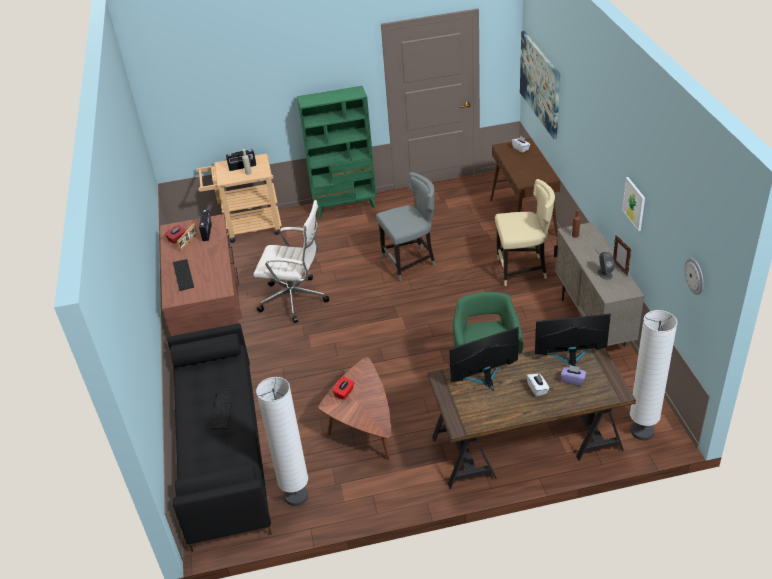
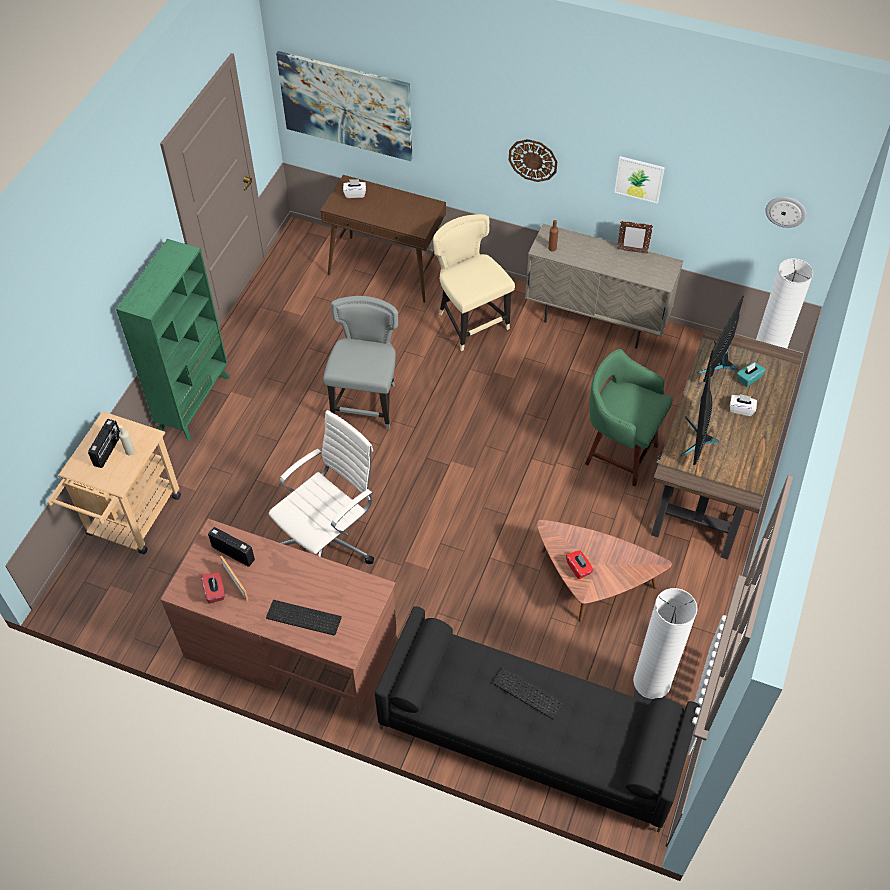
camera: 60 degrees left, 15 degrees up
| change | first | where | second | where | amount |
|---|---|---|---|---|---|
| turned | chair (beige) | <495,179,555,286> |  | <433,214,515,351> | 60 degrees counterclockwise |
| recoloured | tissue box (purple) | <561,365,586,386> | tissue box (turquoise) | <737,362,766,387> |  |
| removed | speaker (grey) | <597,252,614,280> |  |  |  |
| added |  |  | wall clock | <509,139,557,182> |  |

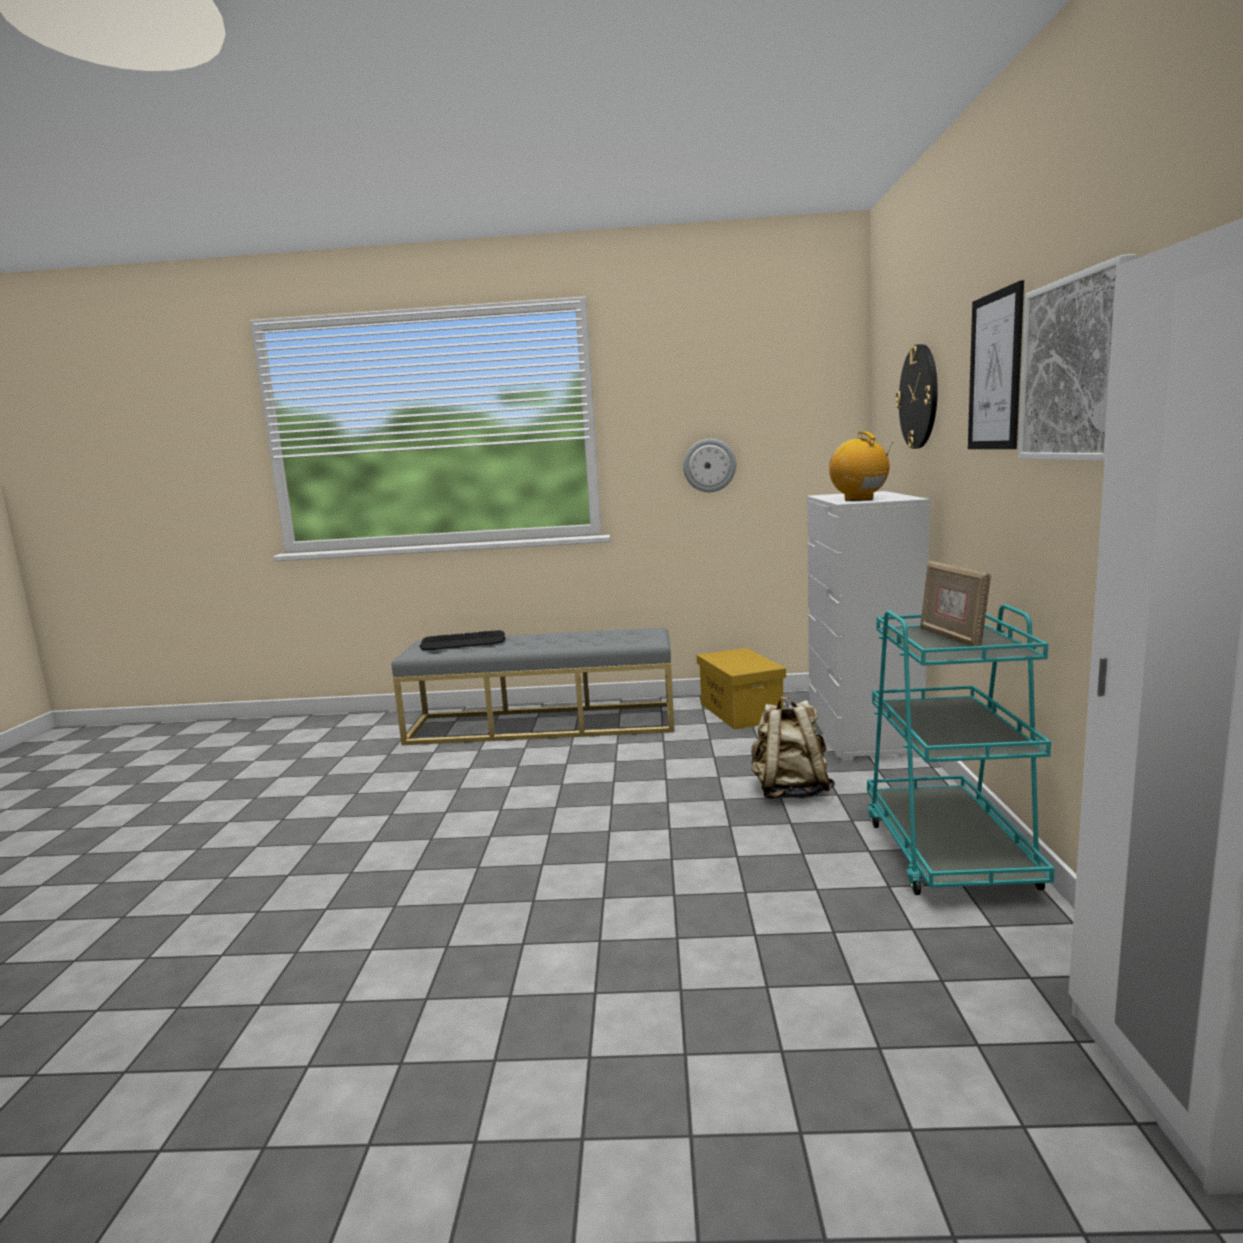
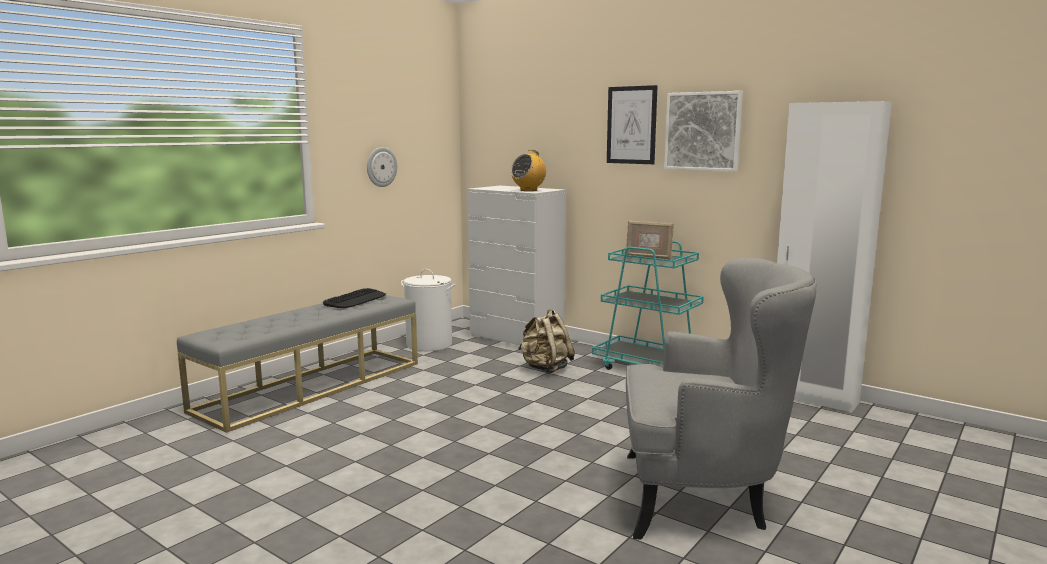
camera: 55 degrees left, 0 degrees up
| change | first | where | second | where | amount |
|---|---|---|---|---|---|
| moved | keyboard | <419,630,506,650> |  | <323,288,386,308> |  |
| replaced | storage box (yellow) | <697,648,786,729> | laundry basket (white) | <401,269,455,351> |  |
| turned | radio | <829,431,893,501> |  | <511,150,546,191> | 60 degrees counterclockwise |
| removed | wall clock | <896,344,938,449> |  |  |  |
| added |  |  | armchair (grey) | <626,258,817,540> |  |

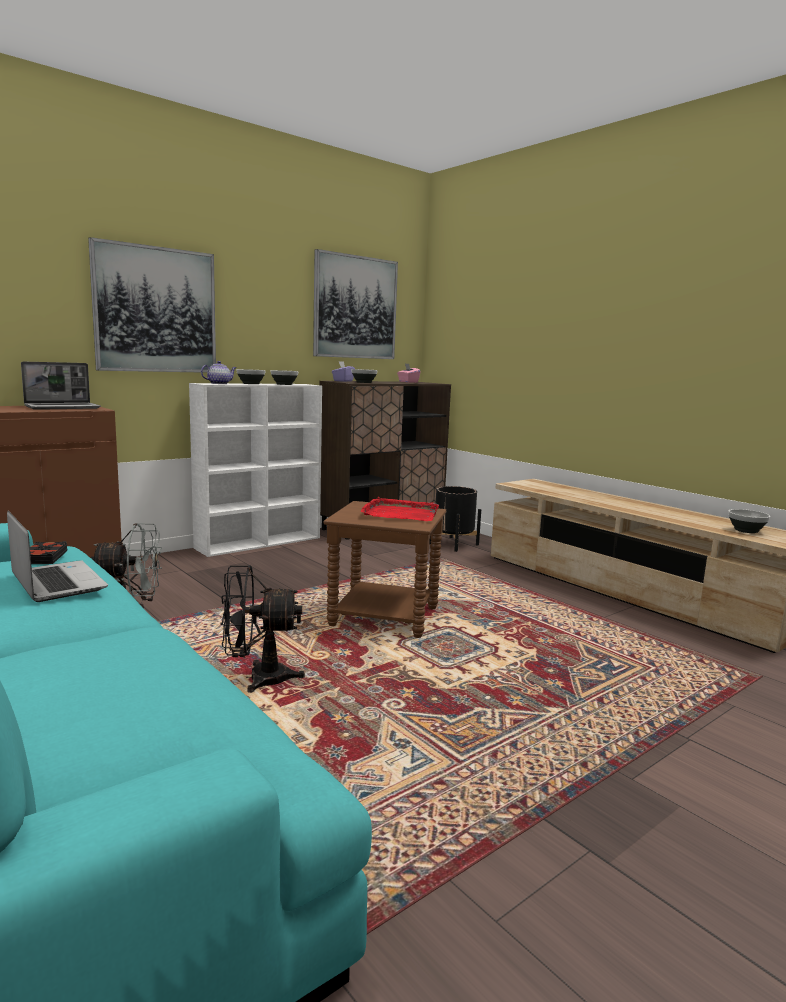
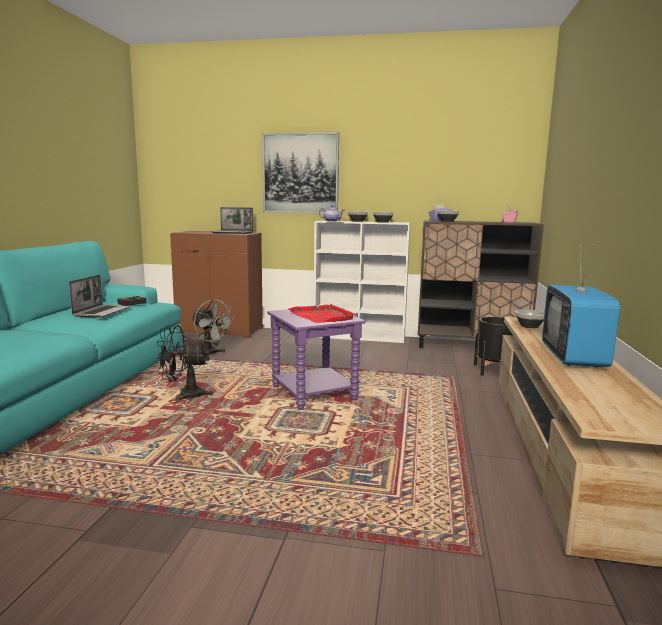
camera: 50 degrees right, 0 degrees up
| change | first | where | second | where | amount |
|---|---|---|---|---|---|
| turned | fan (black) | <220,565,305,693> |  | <156,325,213,402> | 45 degrees counterclockwise |
| removed | picture | <313,249,398,359> |  |  |  |
| recoloured | side table (brown) | <324,501,446,638> | side table (purple) | <267,309,366,410> |  |
| moved | bowl | <728,509,770,533> |  | <515,309,545,328> |  |
| added |  |  | television | <542,243,620,368> |  |

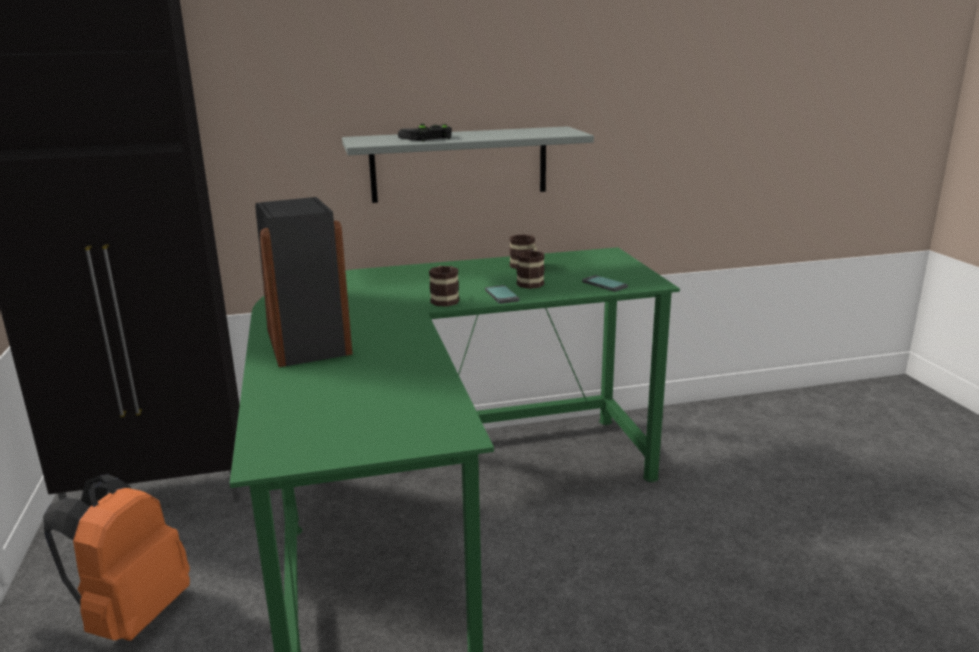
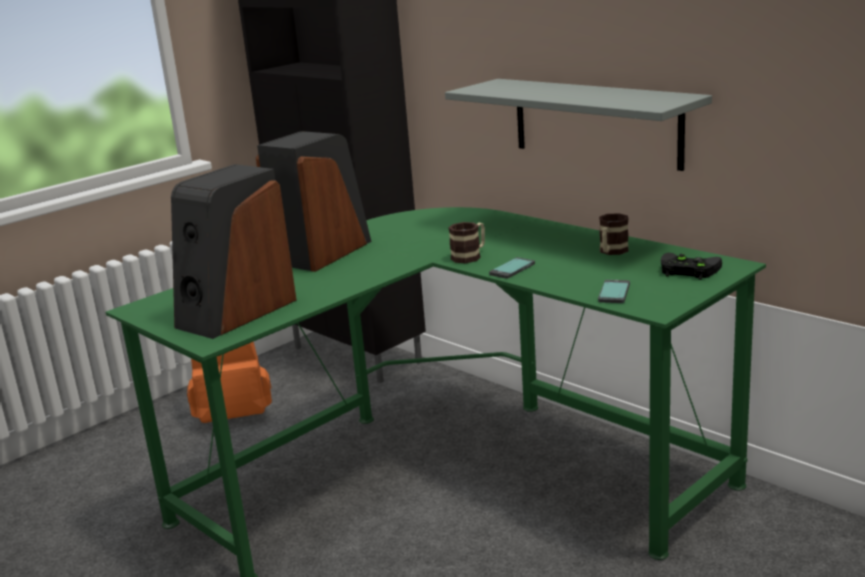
camera: 60 degrees right, 0 degrees up
| change | first | where | second | where | amount |
|---|---|---|---|---|---|
| moved | game controller (black) | <398,124,452,142> |  | <661,253,722,280> |  |
| removed | mug | <516,250,545,289> |  |  |  |
| added |  |  | speaker | <171,164,297,339> |  |

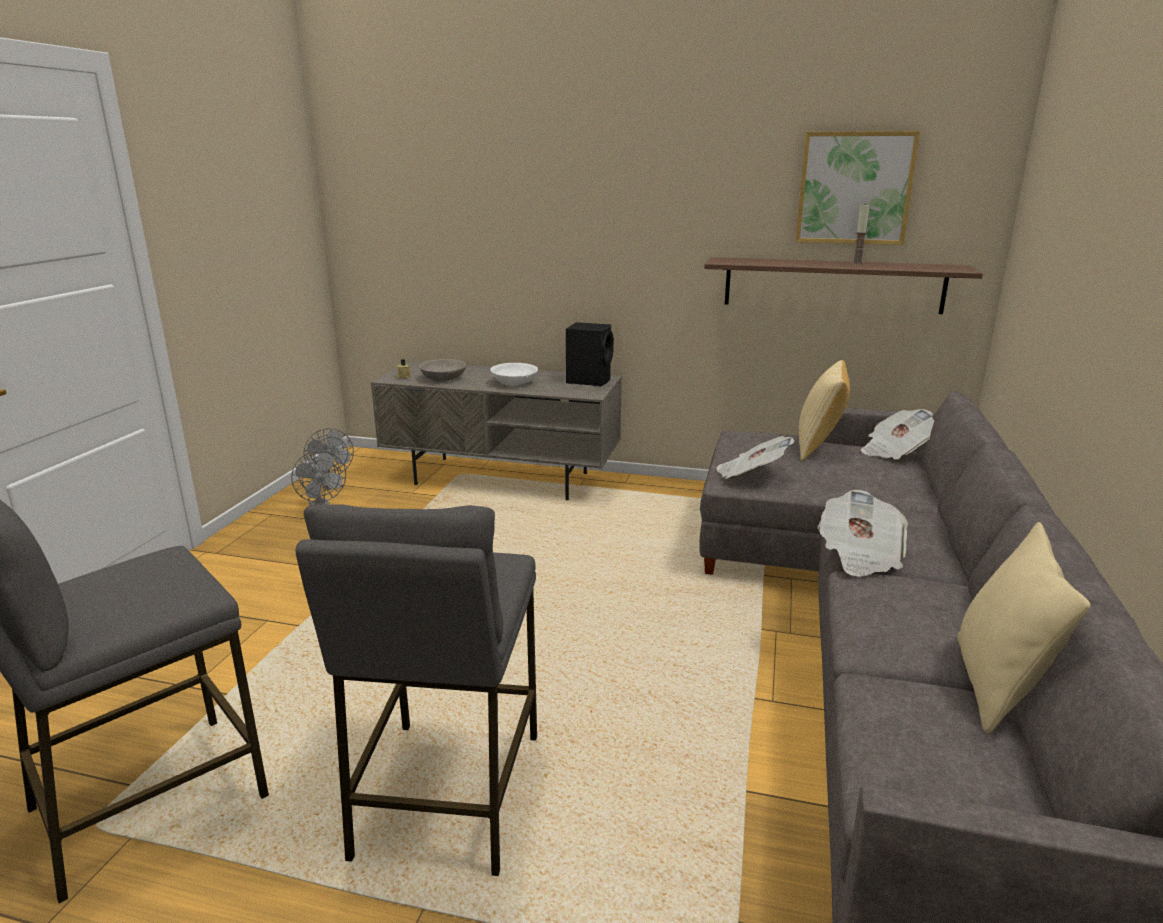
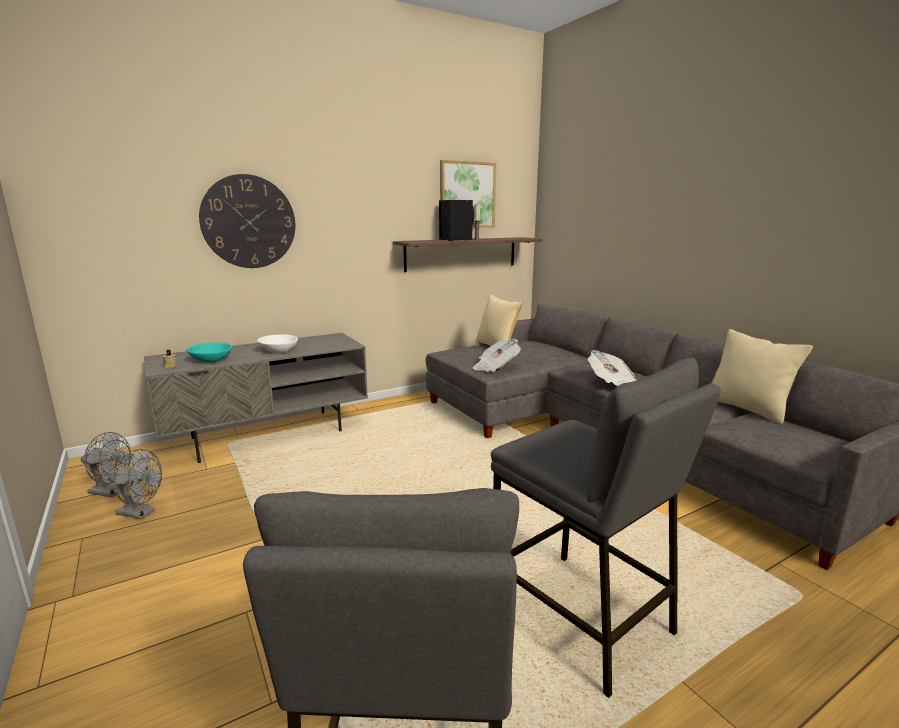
camera: 45 degrees left, 5 degrees down
| change | first | where | second | where | amount |
|---|---|---|---|---|---|
| recoloured | bowl (grey) | <419,359,466,382> | bowl (turquoise) | <186,343,232,363> |  |
| moved | speaker (black) | <566,322,614,386> |  | <439,200,474,241> |  |
| removed | newspaper | <861,409,934,459> |  |  |  |
| added |  |  | wall clock | <199,174,295,268> |  |

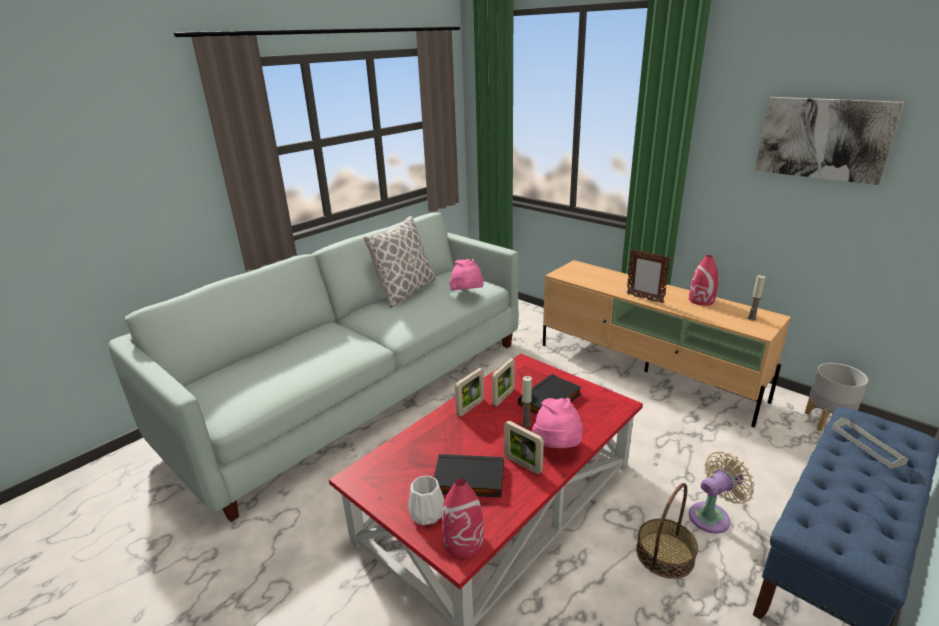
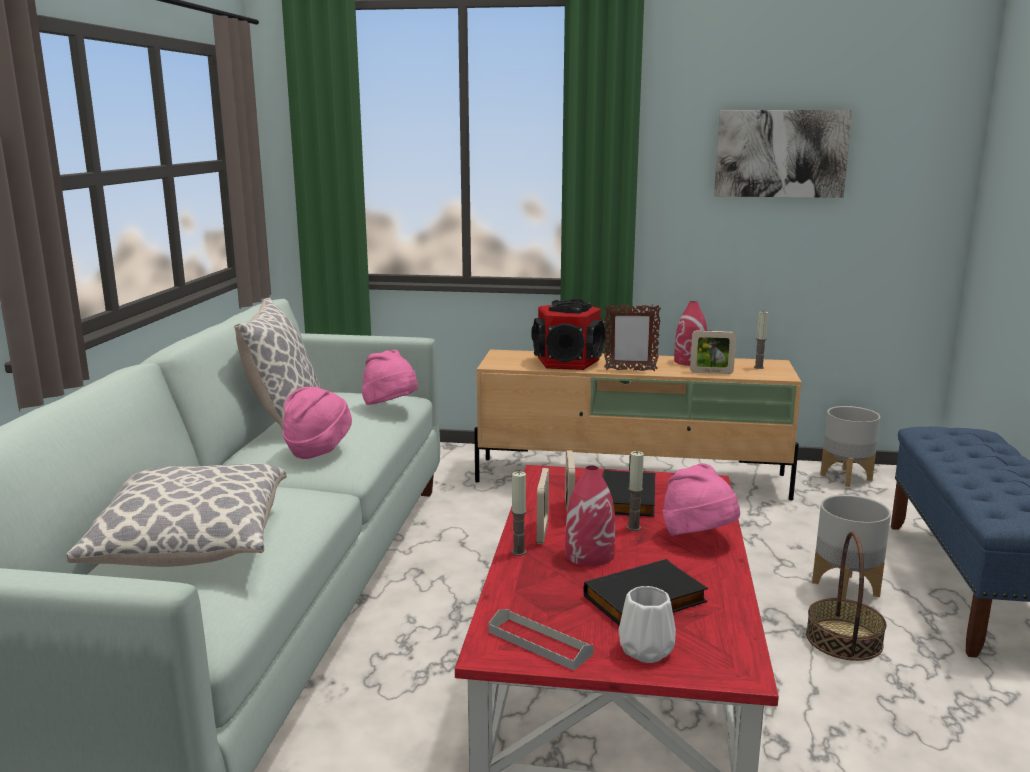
camera: 35 degrees left, 10 degrees down
| change | first | where | second | where | amount |
|---|---|---|---|---|---|
| moved | vase (red) | <442,479,484,558> |  | <565,465,615,566> |  |
| moved | picture frame | <504,421,544,474> |  | <690,330,736,374> |  |
| replaced | fan (beige) | <689,451,754,534> | planter (grey) | <812,495,891,599> |  |
| moved | tray (grey) | <832,418,909,469> |  | <489,609,594,670> |  |
| added |  |  | pillow | <66,463,287,567> |  |
| added |  |  | hat (pink) | <283,387,352,459> |  |
| added |  |  | candle | <511,471,527,556> |  |
| added |  |  | speaker | <531,299,606,370> |  |

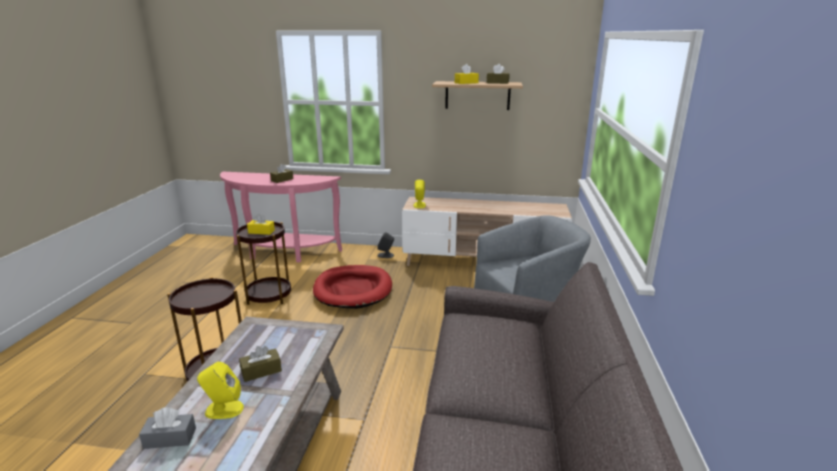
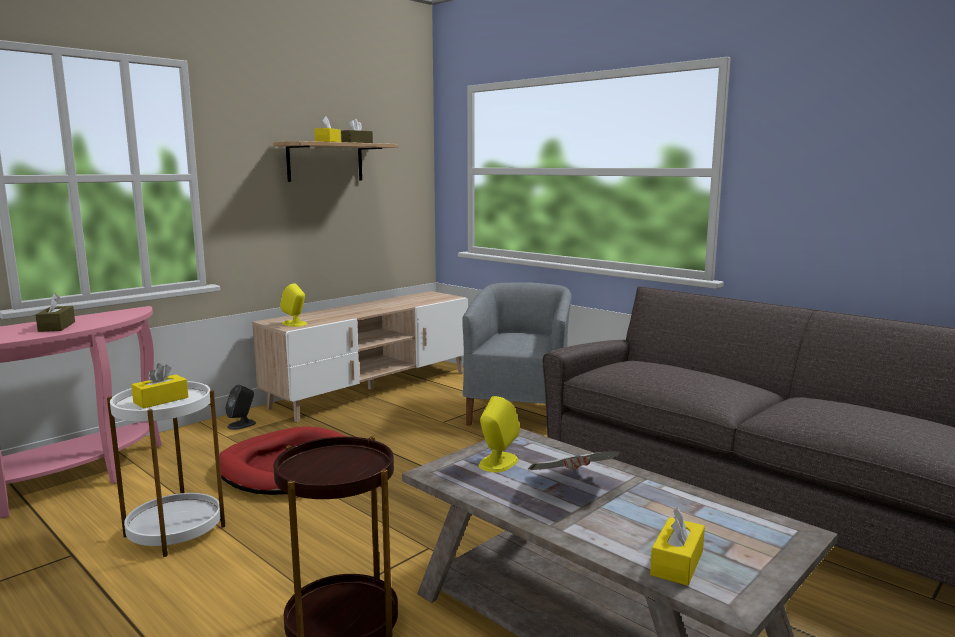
camera: 55 degrees left, 10 degrees down
| change | first | where | second | where | amount |
|---|---|---|---|---|---|
| recoloured | tissue box (grey) | <139,407,196,449> | tissue box (yellow) | <650,508,705,586> |  |
| moved | speaker (yellow) | <197,362,244,419> |  | <479,396,520,472> |  |
| recoloured | side table (brown) | <236,222,291,305> | side table (white) | <107,381,225,557> |  |
| replaced | tissue box (brown) | <239,346,282,382> | newspaper | <528,451,620,471> |  |

